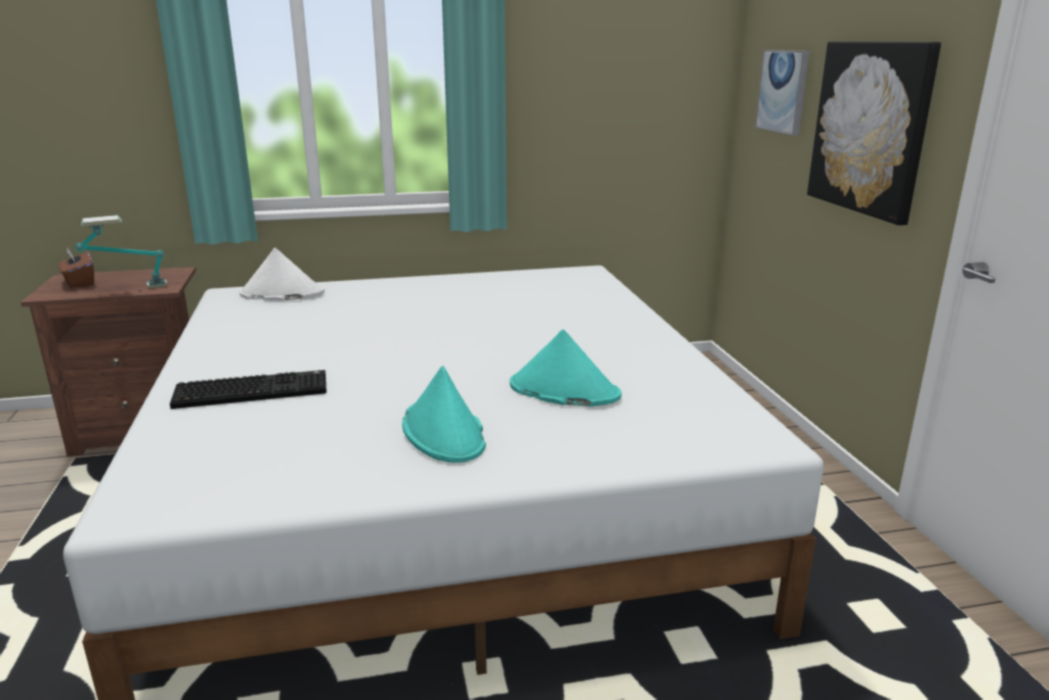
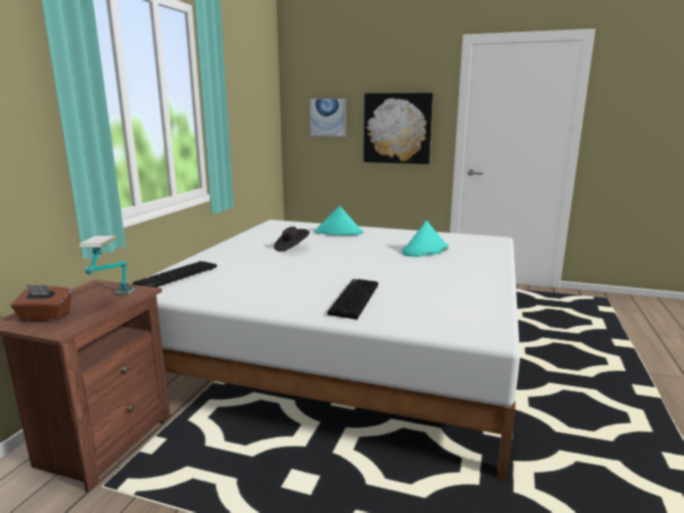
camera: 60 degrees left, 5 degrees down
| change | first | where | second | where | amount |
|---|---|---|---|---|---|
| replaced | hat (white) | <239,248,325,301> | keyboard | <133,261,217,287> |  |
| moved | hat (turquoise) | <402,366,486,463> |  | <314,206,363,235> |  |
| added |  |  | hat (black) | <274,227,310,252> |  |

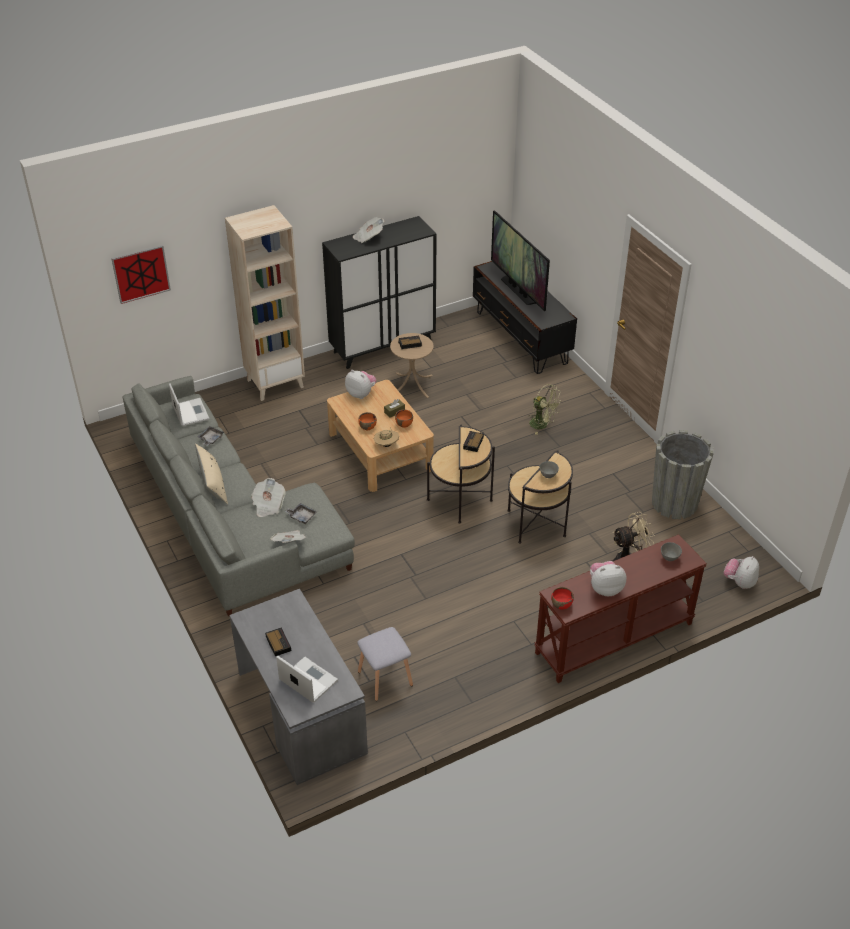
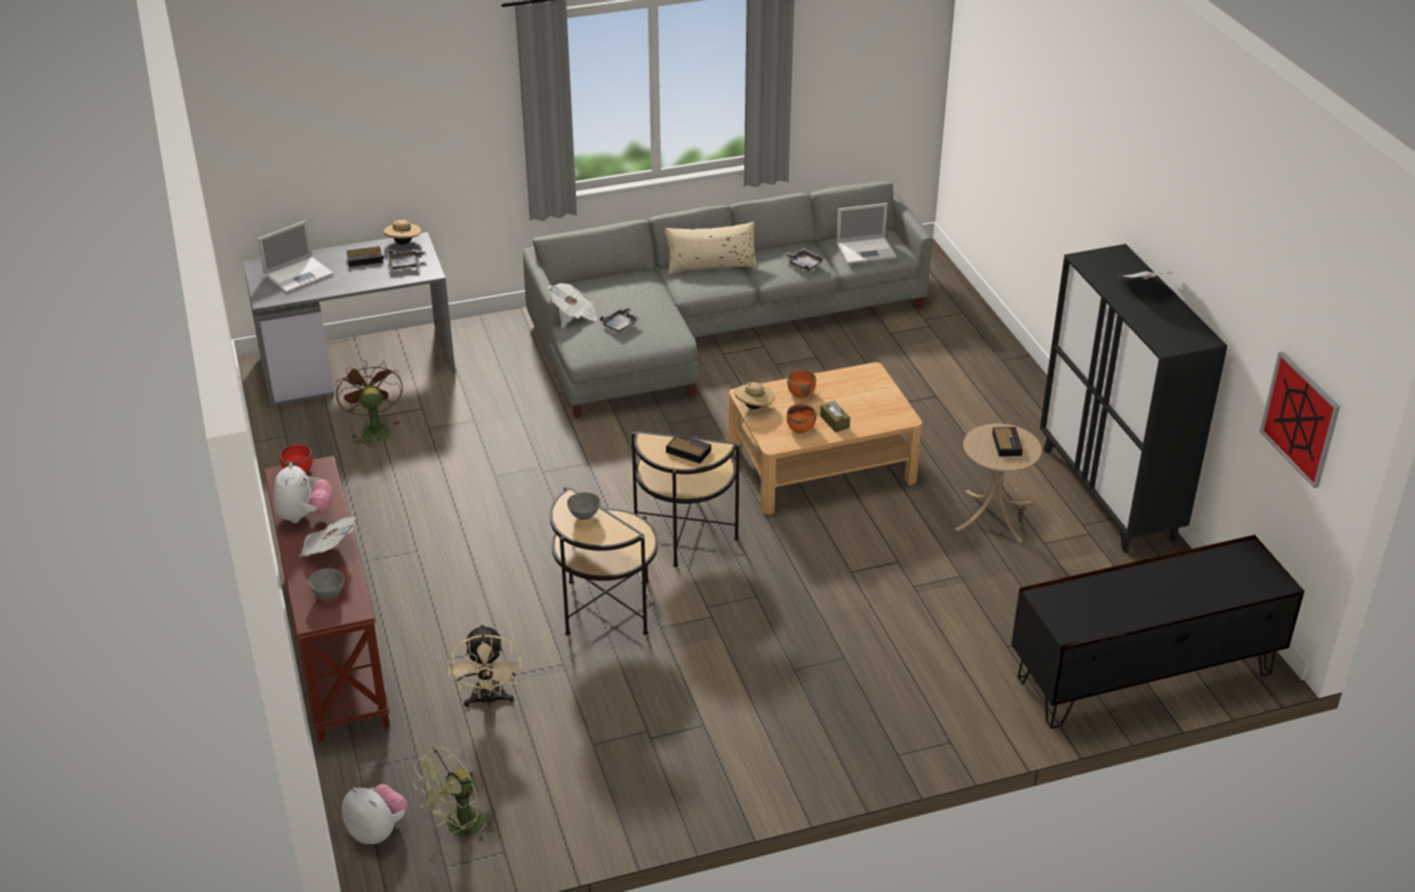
camera: 100 degrees right, 5 degrees down
| change | first | where | second | where | amount |
|---|---|---|---|---|---|
| moved | picture | <111,245,171,304> |  | <1260,352,1340,488> |  |
| removed | bookcase (beige) | <225,205,305,401> |  |  |  |
| moved | newspaper | <251,478,286,517> |  | <299,516,355,557> |  |
| removed | plush toy | <345,370,376,399> |  |  |  |
| replaced | stool (grey) | <357,627,413,701> | fan (brown) | <335,361,403,448> |  |
| removed | television | <491,210,550,311> |  |  |  |
| moved | fan (green) | <529,384,562,435> |  | <413,747,496,843> |  |
| removed | planter (grey) | <652,430,714,519> |  |  |  |
| added |  |  | hat (beige) | <384,220,421,245> |  |
| added |  |  | tray (grey) | <388,250,426,270> |  |

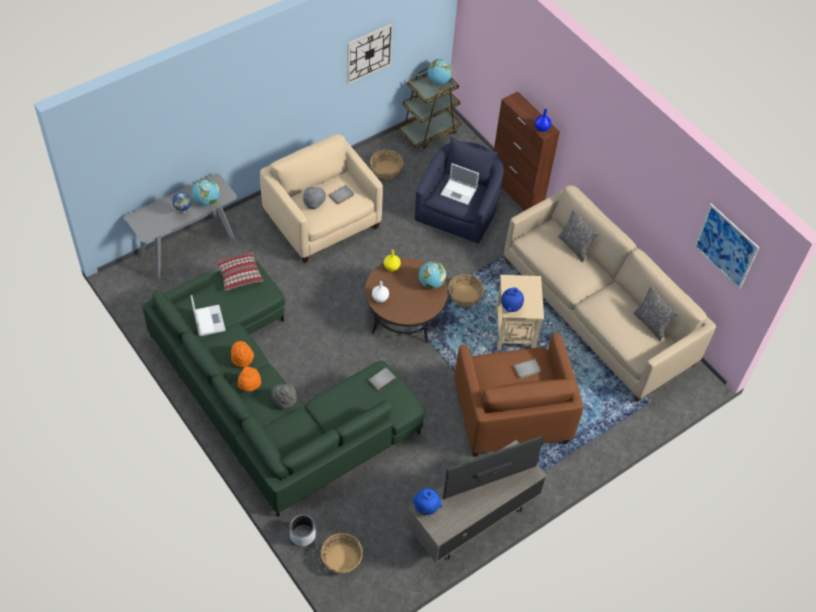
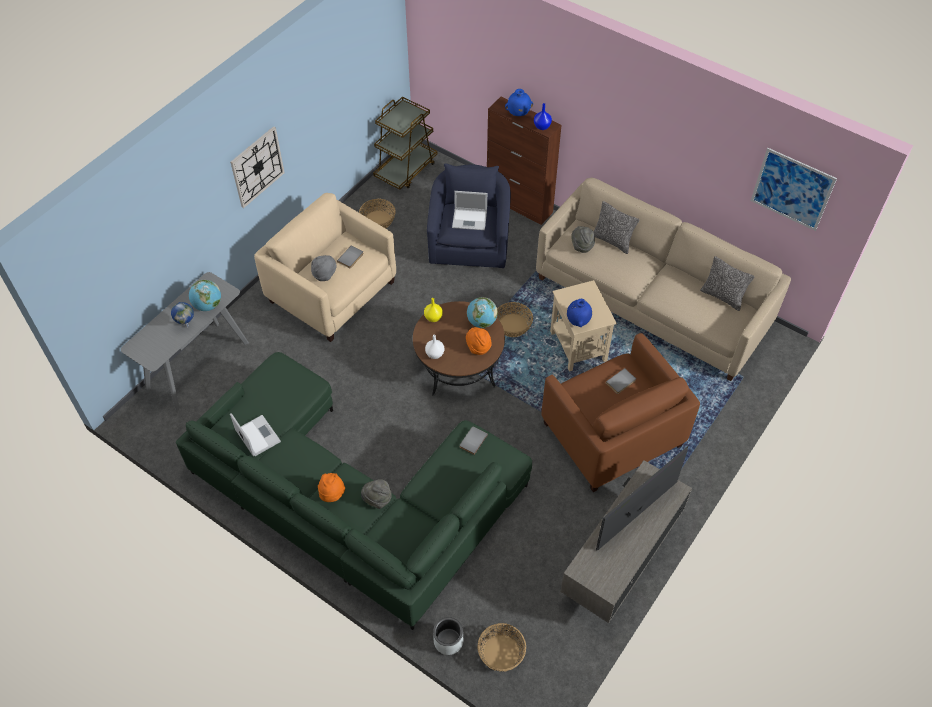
camera: 15 degrees left, 0 degrees up
| change | first | where | second | where | amount |
|---|---|---|---|---|---|
| removed | pillow | <215,251,263,291> |  |  |  |
| moved | hat (orange) | <231,341,254,368> |  | <466,327,492,355> |  |
| moved | wall clock | <347,24,393,84> |  | <230,126,285,208> |  |
| moved | vase (blue) | <412,488,443,515> |  | <505,89,533,116> |  |
| removed | globe | <427,59,452,84> |  |  |  |
| added |  |  | hat (grey) | <572,226,595,253> |  |

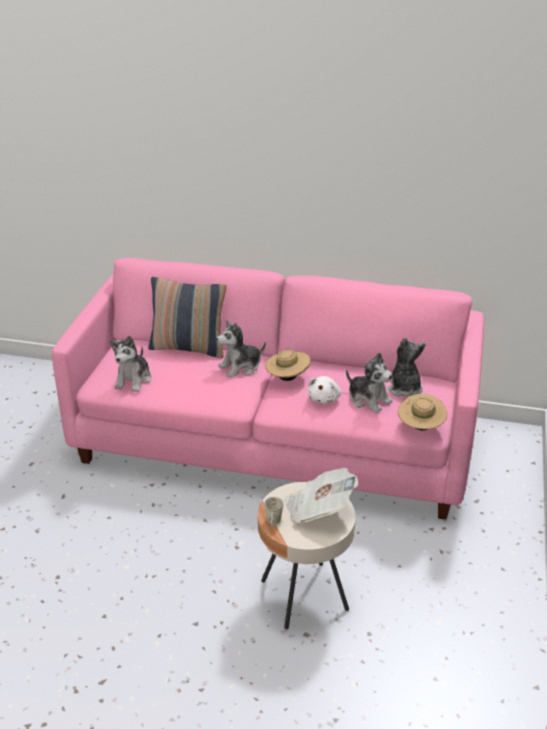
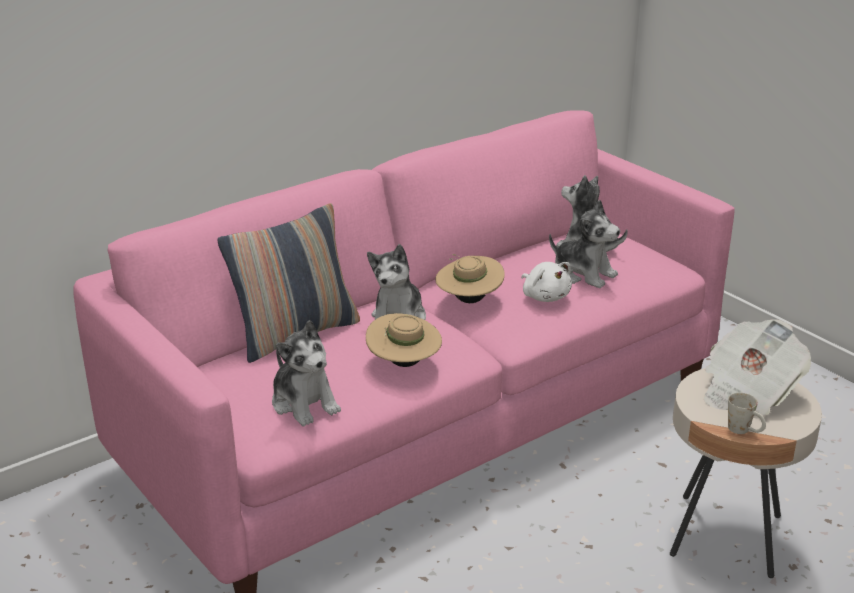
camera: 50 degrees left, 5 degrees down
| change | first | where | second | where | amount |
|---|---|---|---|---|---|
| turned | plush toy | <346,352,393,413> |  | <549,200,620,288> | 45 degrees clockwise |
| moved | hat (beige) | <398,394,447,430> |  | <366,313,442,367> |  |

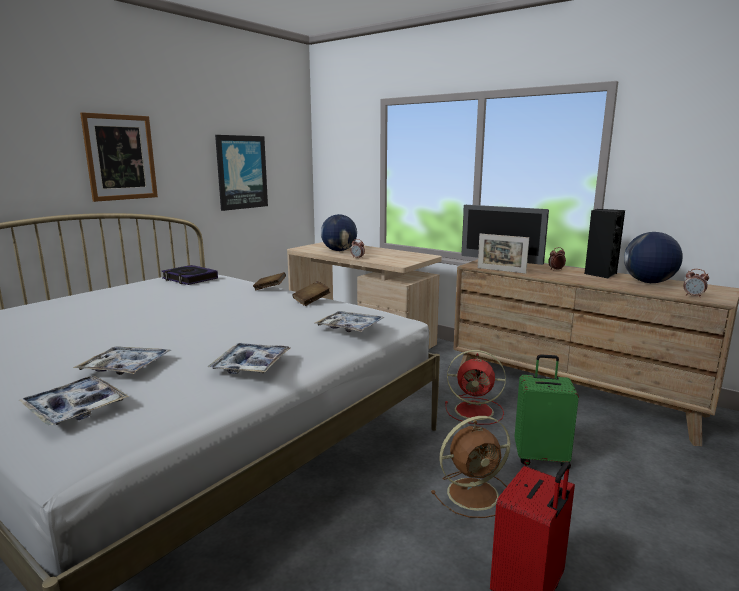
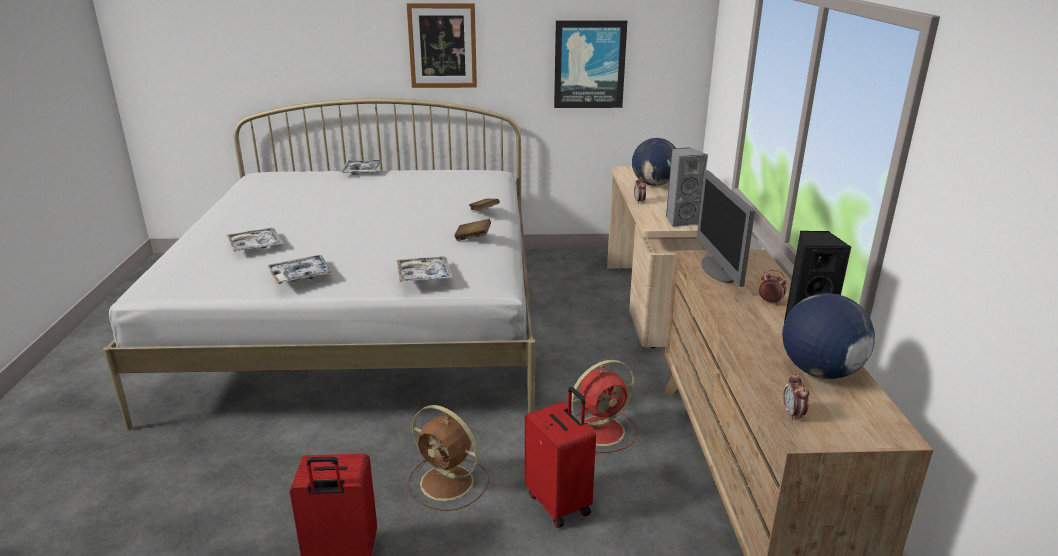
camera: 50 degrees right, 10 degrees up
| change | first | where | second | where | amount |
|---|---|---|---|---|---|
| moved | tray | <19,376,129,425> |  | <340,160,382,175> |  |
| removed | book | <161,265,218,285> |  |  |  |
| turned | fan (red) | <445,350,506,425> |  | <571,360,638,453> | 90 degrees counterclockwise |
| removed | picture frame | <478,234,529,274> |  |  |  |
| recoloured | suitcase (green) | <514,354,579,467> | suitcase (red) | <525,387,596,528> |  |
| added |  |  | speaker (grey) | <666,147,708,227> |  |

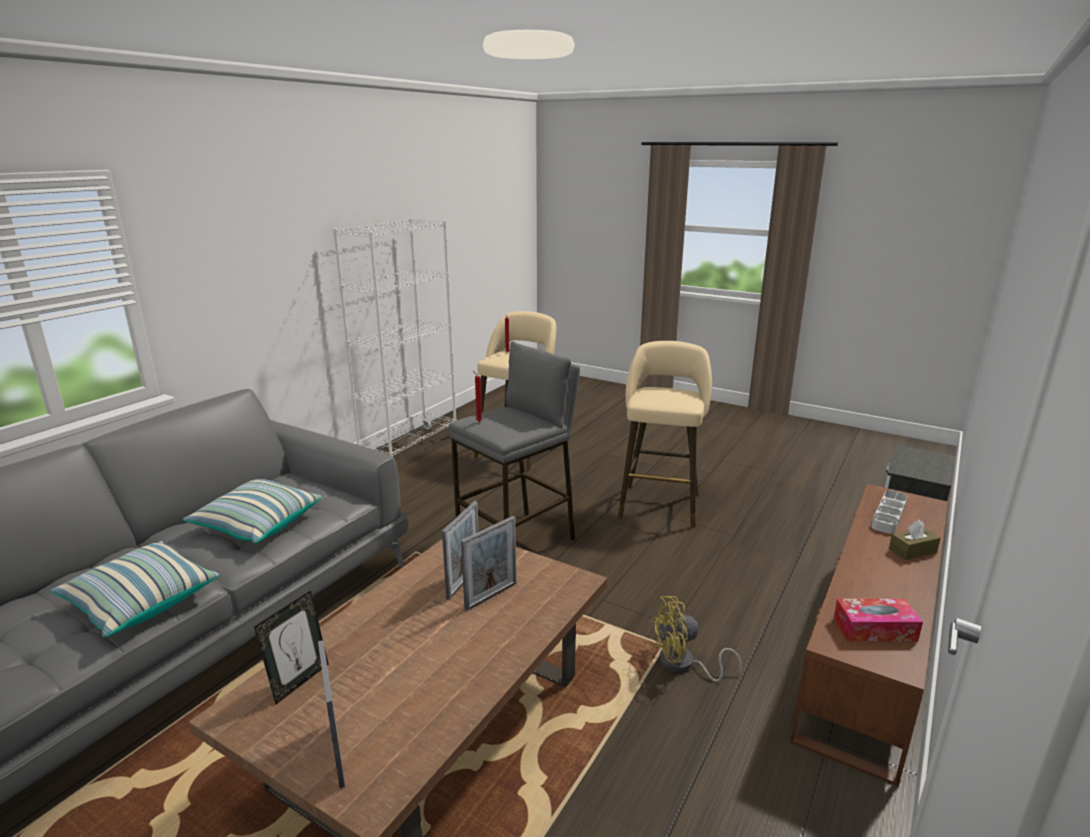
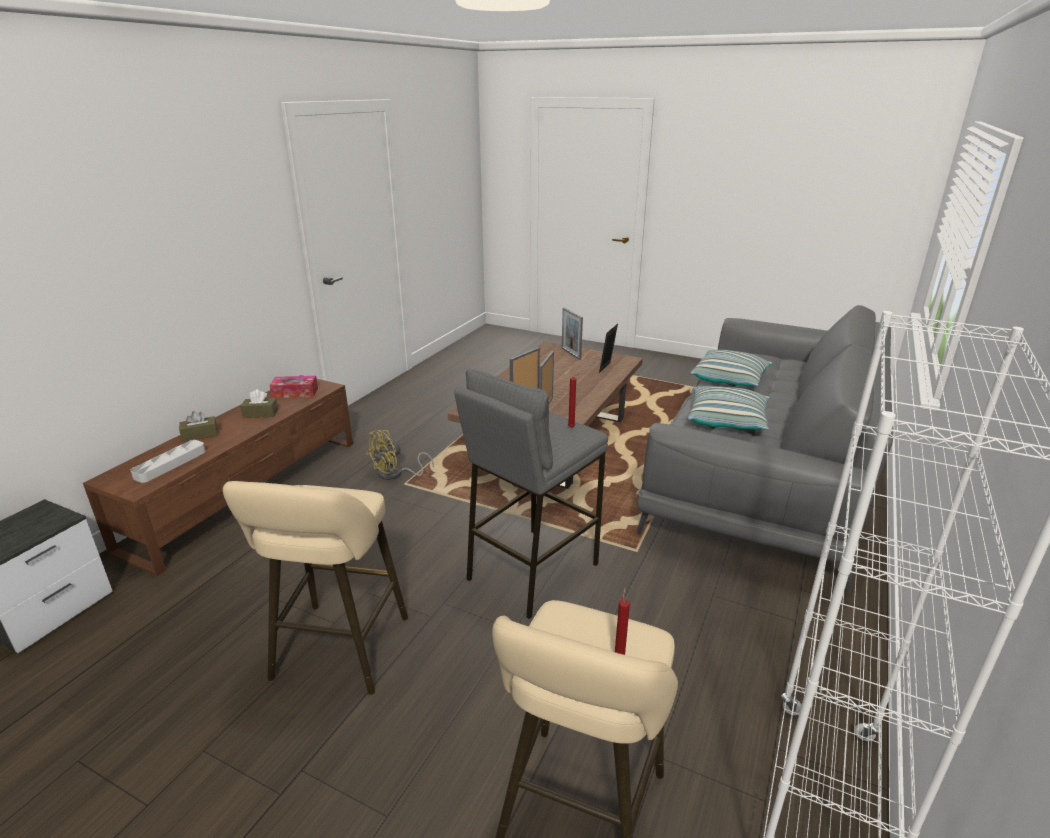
camera: 175 degrees right, 5 degrees up
| change | first | where | second | where | amount |
|---|---|---|---|---|---|
| turned | fan (yellow) | <651,596,742,682> |  | <366,430,434,480> | 150 degrees clockwise |
| added |  |  | tissue box (brown) | <240,390,278,418> |  |

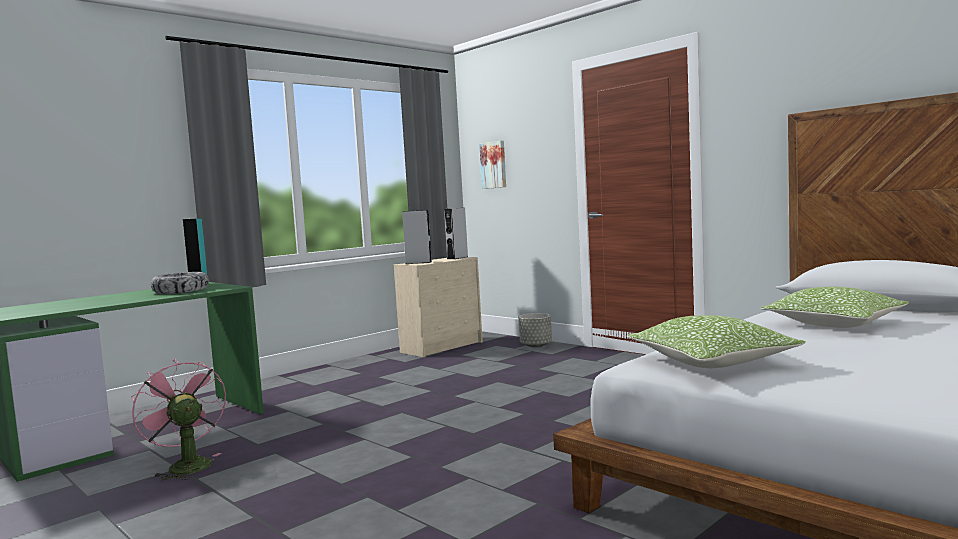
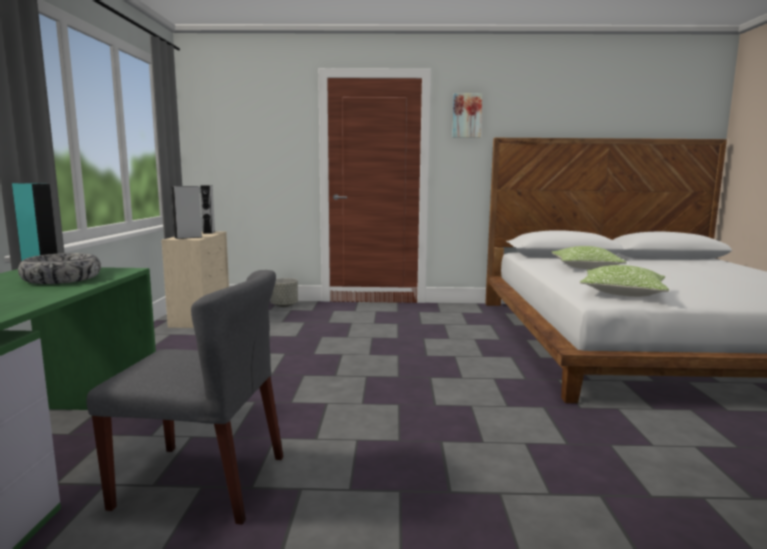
camera: 45 degrees left, 5 degrees up
| change | first | where | second | where | amount |
|---|---|---|---|---|---|
| replaced | fan (pink) | <131,359,226,480> | chair (grey) | <86,270,283,525> |  |
| moved | picture | <479,141,506,189> |  | <452,93,482,138> |  |

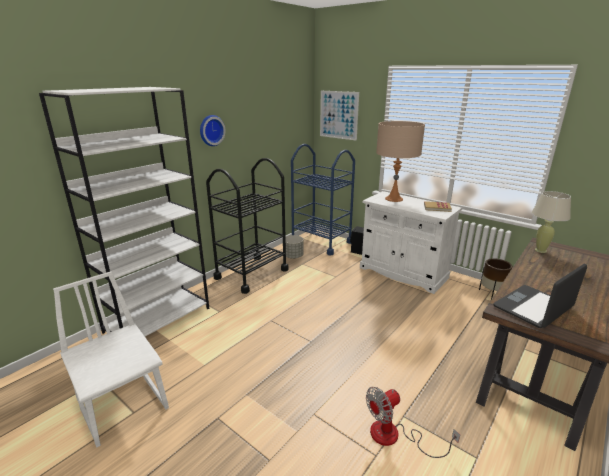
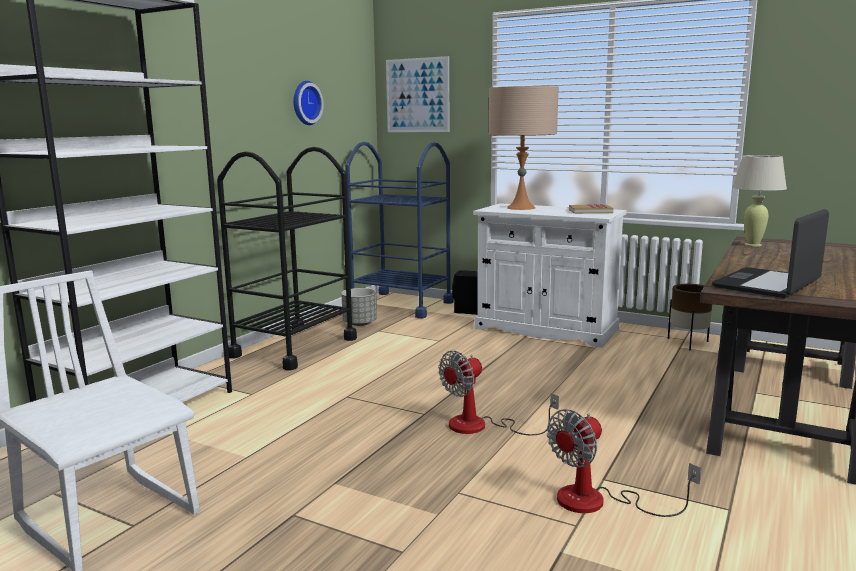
camera: 10 degrees left, 10 degrees down
| change | first | where | second | where | amount |
|---|---|---|---|---|---|
| moved | wall clock | <200,115,225,146> |  | <293,81,324,125> |  |
| added |  |  | fan | <438,351,559,435> |  |

